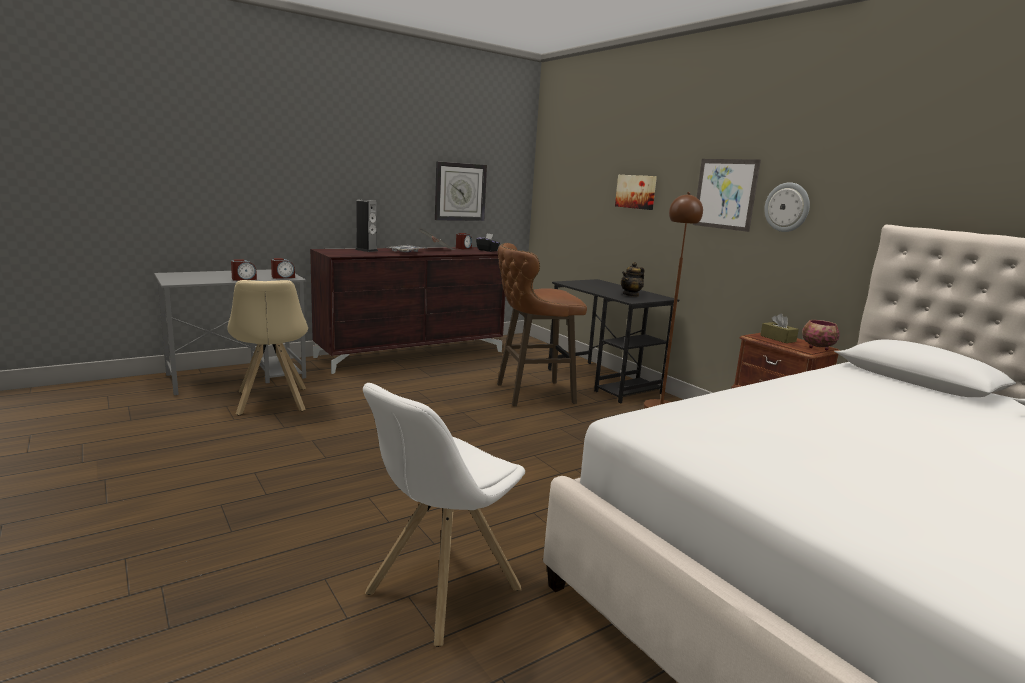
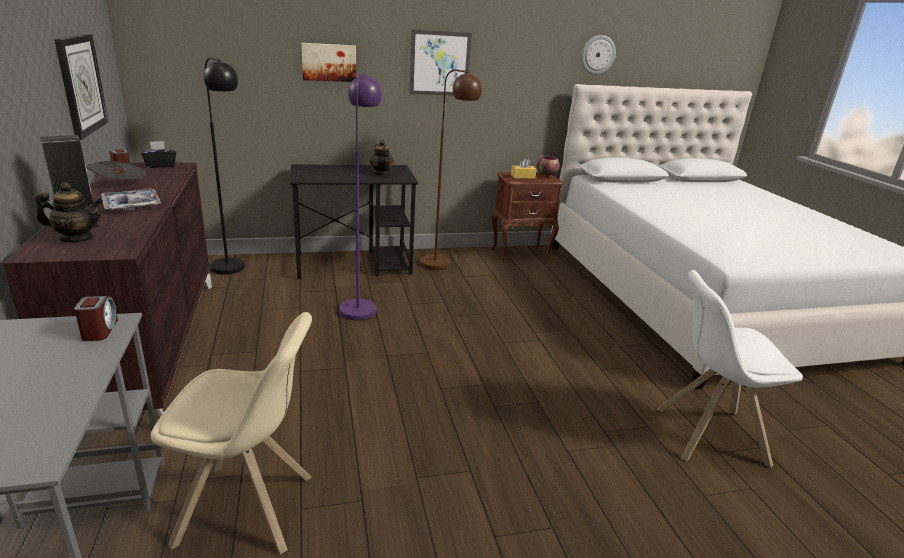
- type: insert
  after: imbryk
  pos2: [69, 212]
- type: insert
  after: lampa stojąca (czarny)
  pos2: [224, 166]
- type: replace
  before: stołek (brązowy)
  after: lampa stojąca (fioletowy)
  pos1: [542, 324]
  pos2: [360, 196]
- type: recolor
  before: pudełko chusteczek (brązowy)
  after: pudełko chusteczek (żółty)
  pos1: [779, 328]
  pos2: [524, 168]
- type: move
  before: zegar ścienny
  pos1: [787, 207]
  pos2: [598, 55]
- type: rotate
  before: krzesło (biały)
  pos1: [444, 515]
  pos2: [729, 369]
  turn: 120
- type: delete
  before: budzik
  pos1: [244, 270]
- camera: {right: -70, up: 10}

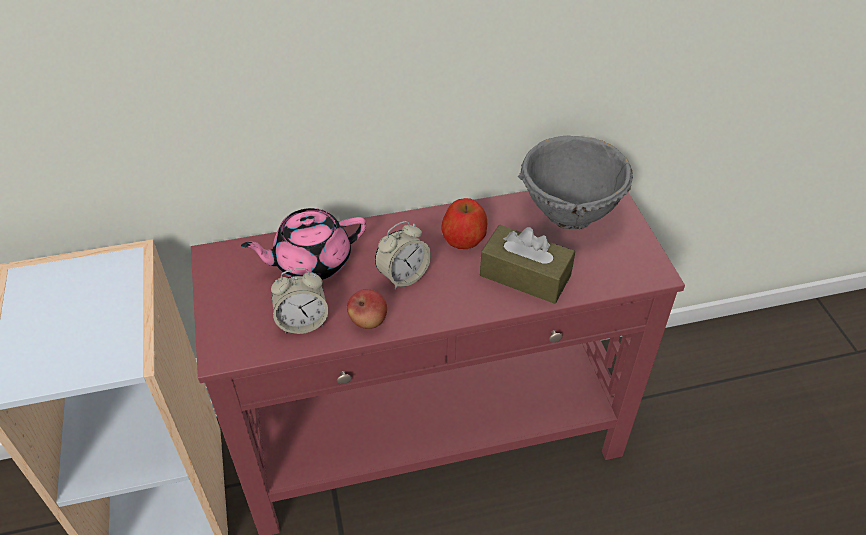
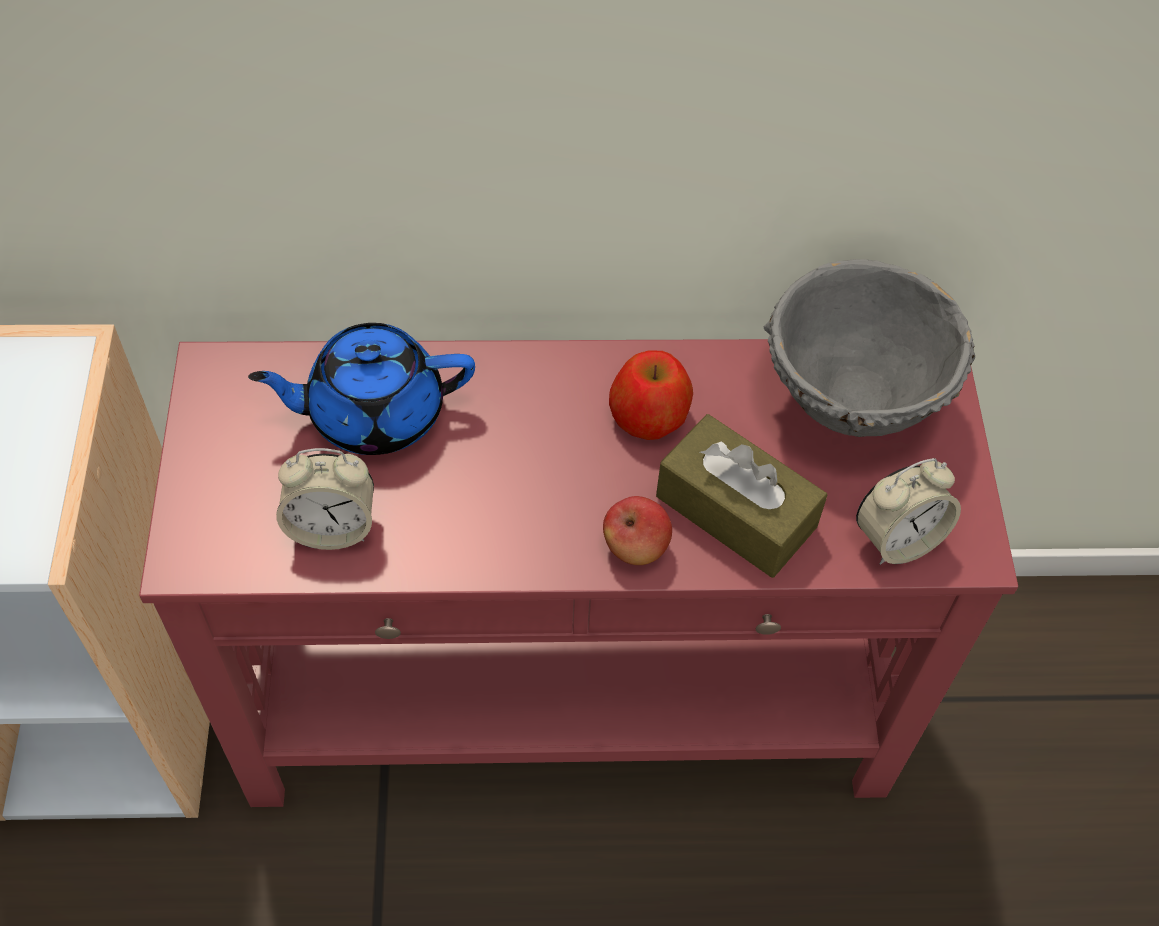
- type: recolor
  before: imbryk (różowy)
  after: imbryk (niebieski)
  pos1: [303, 244]
  pos2: [361, 389]
- type: move
  before: jabłko
  pos1: [367, 309]
  pos2: [637, 530]
- type: move
  before: budzik
  pos1: [403, 255]
  pos2: [908, 511]
- camera: {right: 10, up: 10}

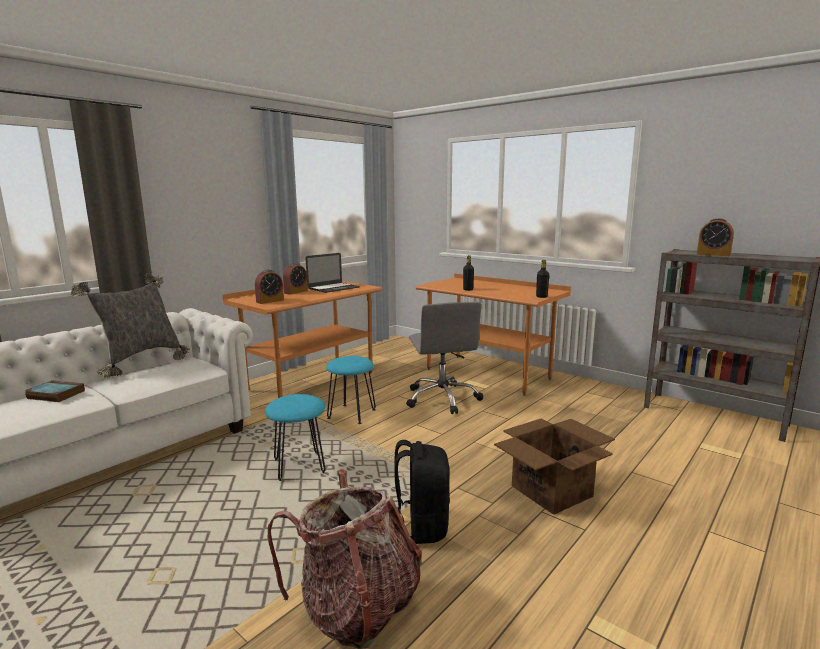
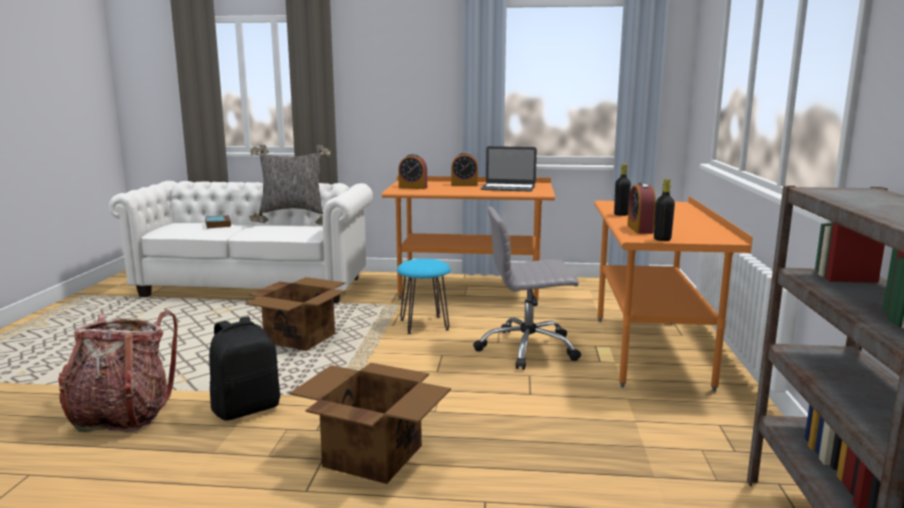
- type: replace
  before: stołek (turkusowy)
  after: karton
  pos1: [295, 437]
  pos2: [295, 314]
- type: rotate
  before: krzesło biurowe (szary)
  pos1: [445, 358]
  pos2: [527, 288]
  turn: 45
- type: move
  before: budzik
  pos1: [715, 237]
  pos2: [641, 208]
- camera: {right: 55, up: 0}

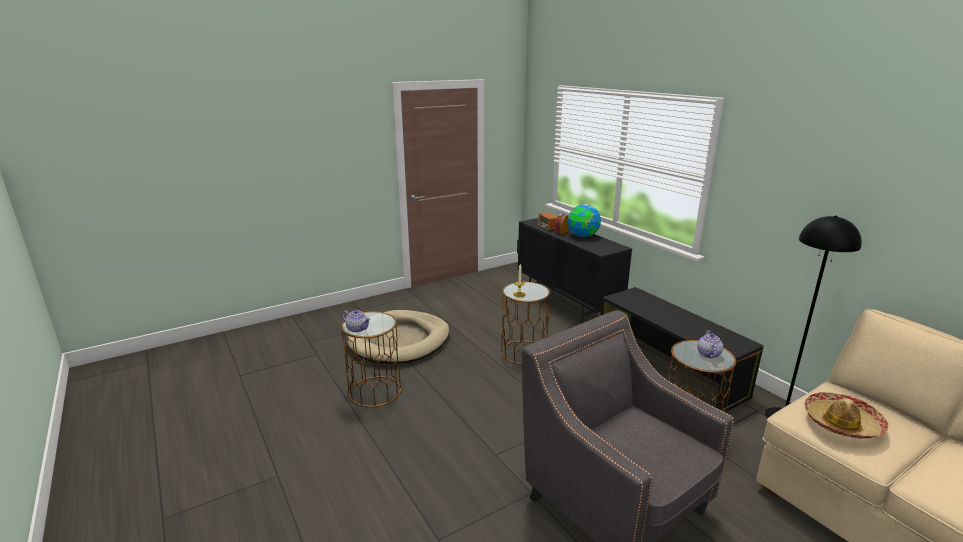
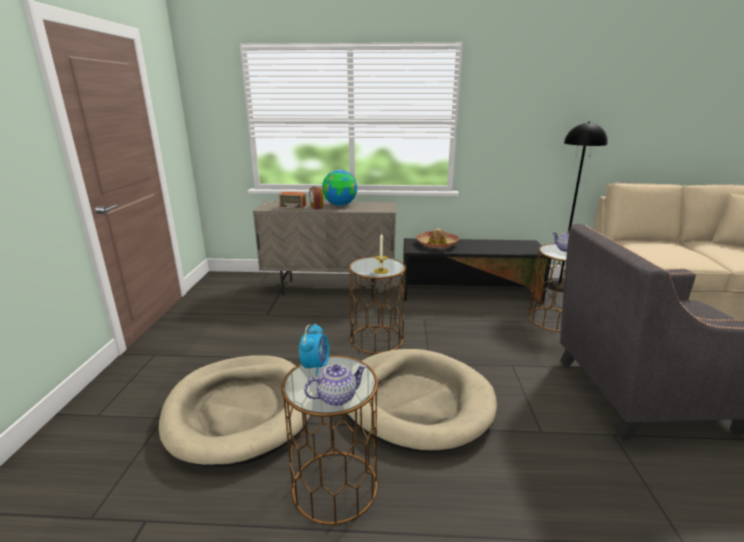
- type: recolor
  before: szafka (czarny)
  after: szafka (beżowy)
  pos1: [574, 271]
  pos2: [324, 249]
- type: insert
  after: budzik
  pos2: [314, 349]
- type: insert
  after: legowisko (beżowy)
  pos2: [421, 401]
- type: move
  before: kapelusz
  pos1: [846, 415]
  pos2: [438, 238]
- camera: {right: -55, up: 0}

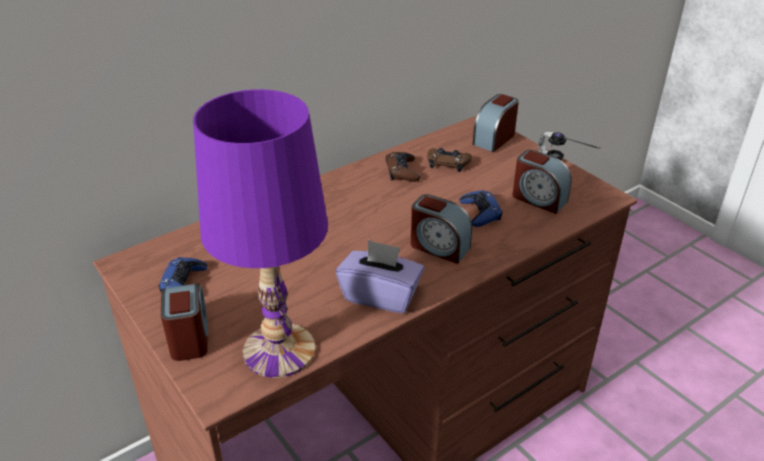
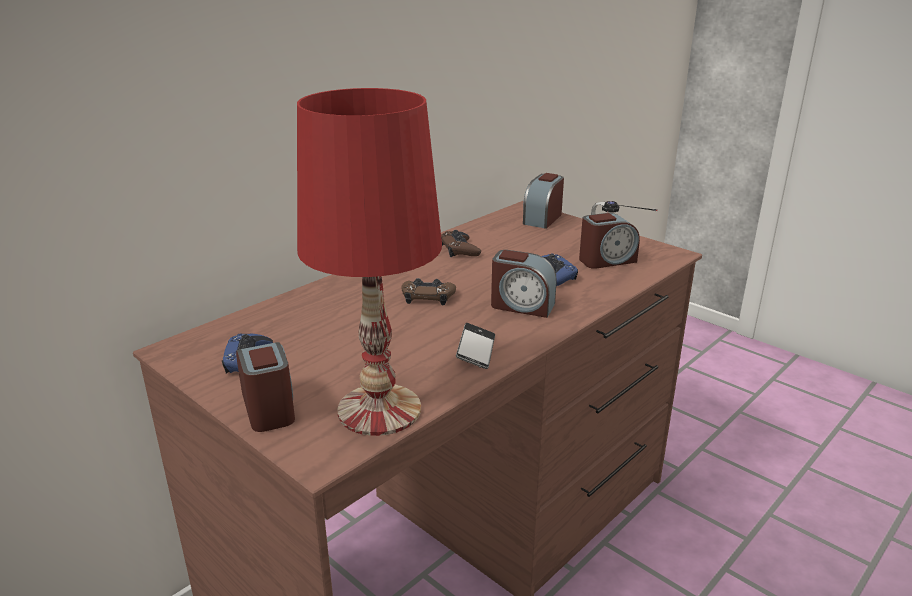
- type: recolor
  before: lampa stołowa (fioletowy)
  after: lampa stołowa (czerwony)
  pos1: [260, 233]
  pos2: [369, 262]
- type: move
  before: pad do gier (brązowy)
  pos1: [449, 160]
  pos2: [428, 291]
- type: replace
  before: pudełko chusteczek (fioletowy)
  after: telefon
  pos1: [380, 276]
  pos2: [475, 346]
- type: rotate
  before: budzik
  pos1: [542, 181]
  pos2: [609, 241]
  turn: -45
- camera: {right: -10, up: -10}

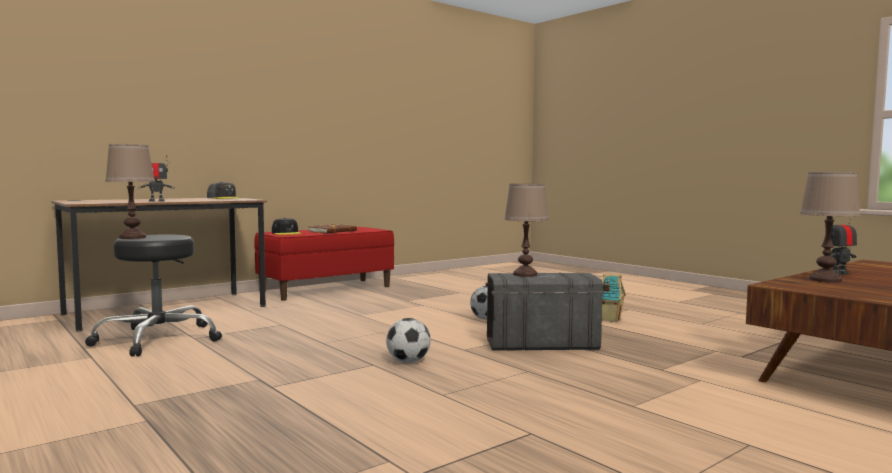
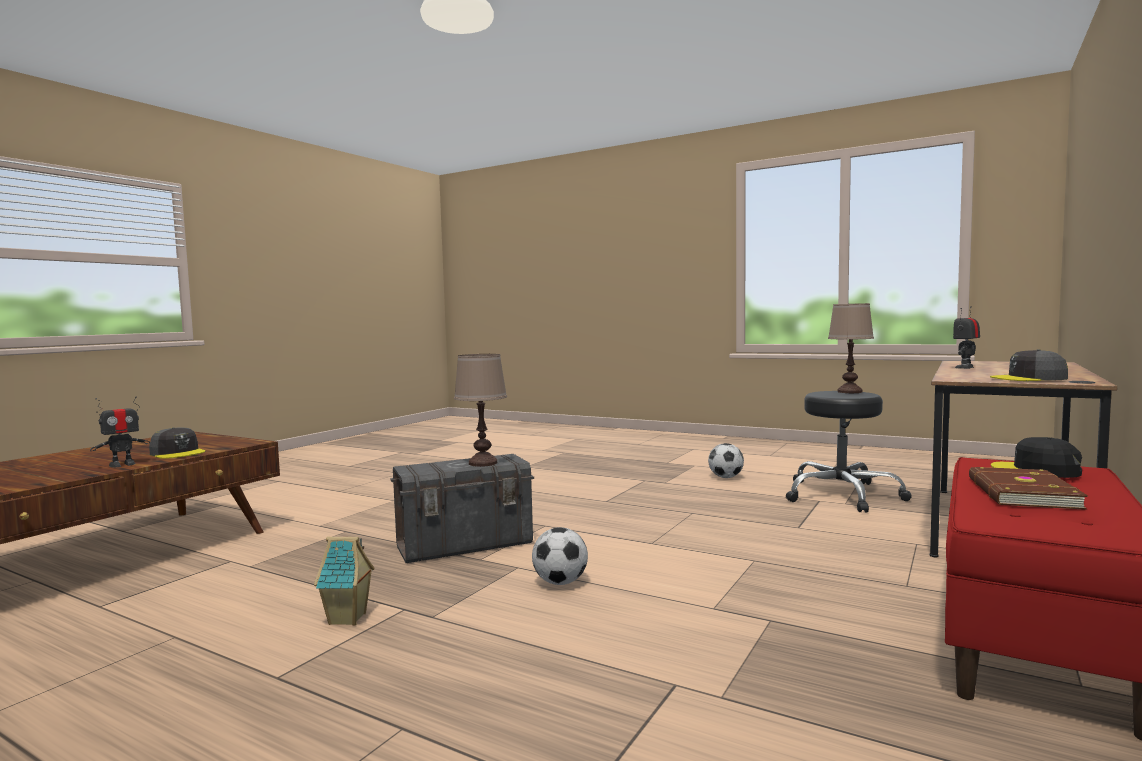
- type: replace
  before: lampa stołowa (brązowy)
  after: czapka z daszkiem (szary)
  pos1: [830, 227]
  pos2: [177, 443]
- type: move
  before: piłka futbolowa
  pos1: [408, 340]
  pos2: [726, 460]
- camera: {right: 160, up: 0}

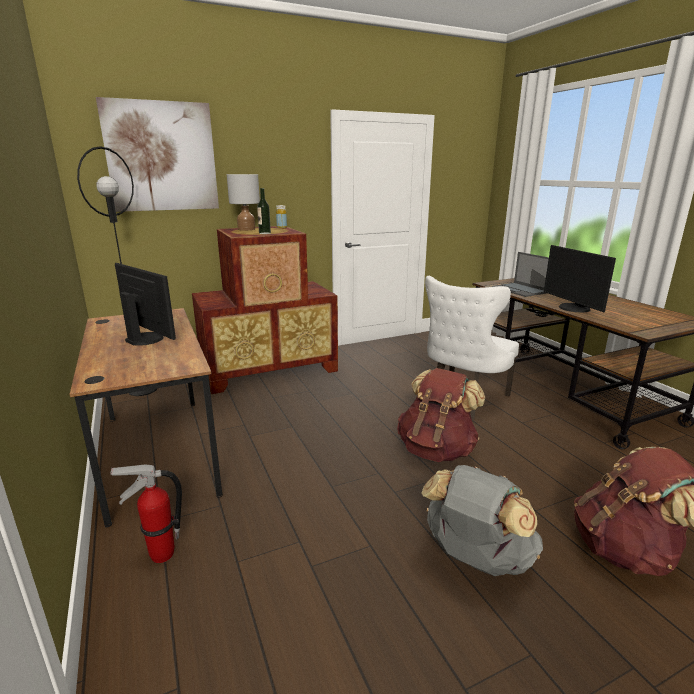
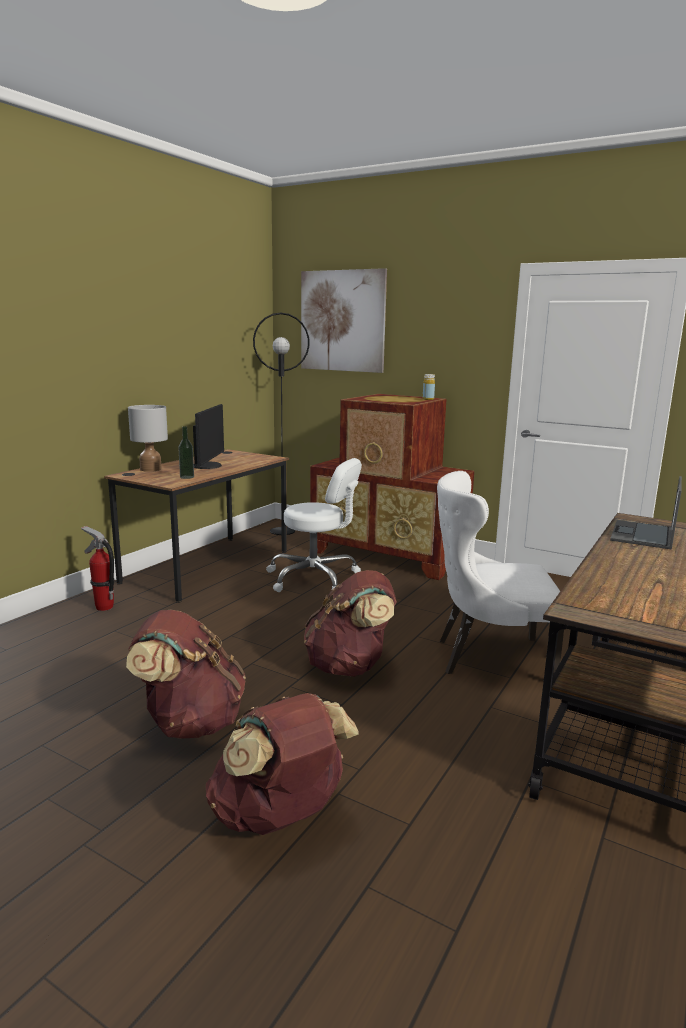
- type: recolor
  before: plecak (szary)
  after: plecak (brązowy)
  pos1: [482, 520]
  pos2: [186, 674]
- type: move
  before: lampa stołowa (szary)
  pos1: [243, 202]
  pos2: [148, 438]
- type: move
  before: butelka
  pos1: [264, 211]
  pos2: [186, 452]
- type: insert
  after: krzesło biurowe (biały)
  pos2: [314, 525]
- type: delete
  before: monitor
  pos1: [580, 279]
- camera: {right: 55, up: -5}

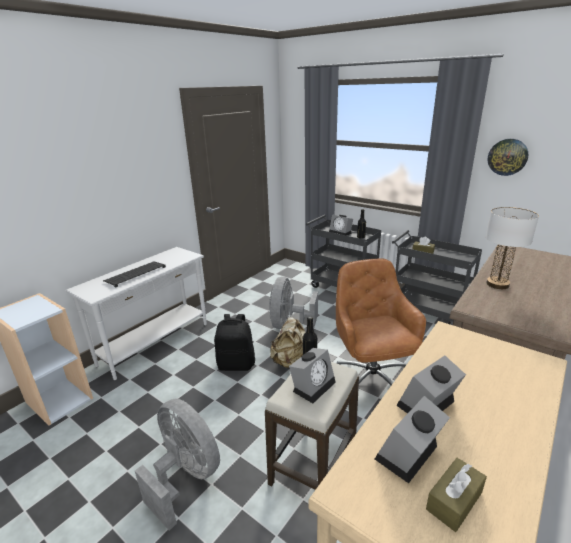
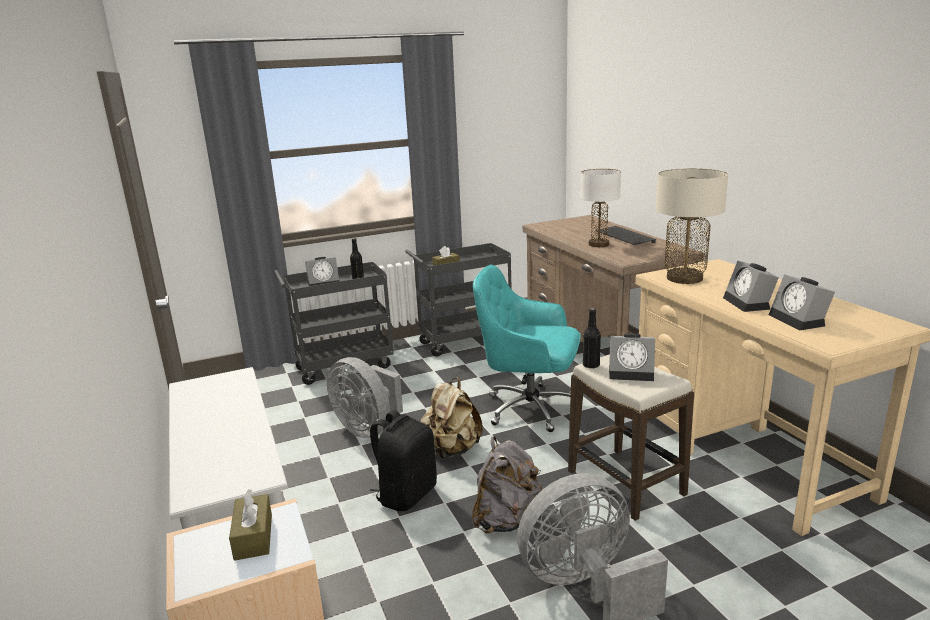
- type: move
  before: pudełko chusteczek (brązowy)
  pos1: [456, 495]
  pos2: [250, 525]
- type: insert
  after: plecak (szary)
  pos2: [507, 485]
- type: recolor
  before: krzesło biurowe (brązowy)
  after: krzesło biurowe (turkusowy)
  pos1: [381, 321]
  pos2: [527, 348]
- type: move
  before: klawiatura
  pos1: [134, 274]
  pos2: [625, 235]
- type: rotate
  before: budzik
  pos1: [312, 375]
  pos2: [632, 357]
  turn: 120
- type: insert
  after: lampa stołowa
  pos2: [691, 226]
- type: delete
  before: zegar ścienny
  pos1: [508, 157]
- camera: {right: -60, up: -5}

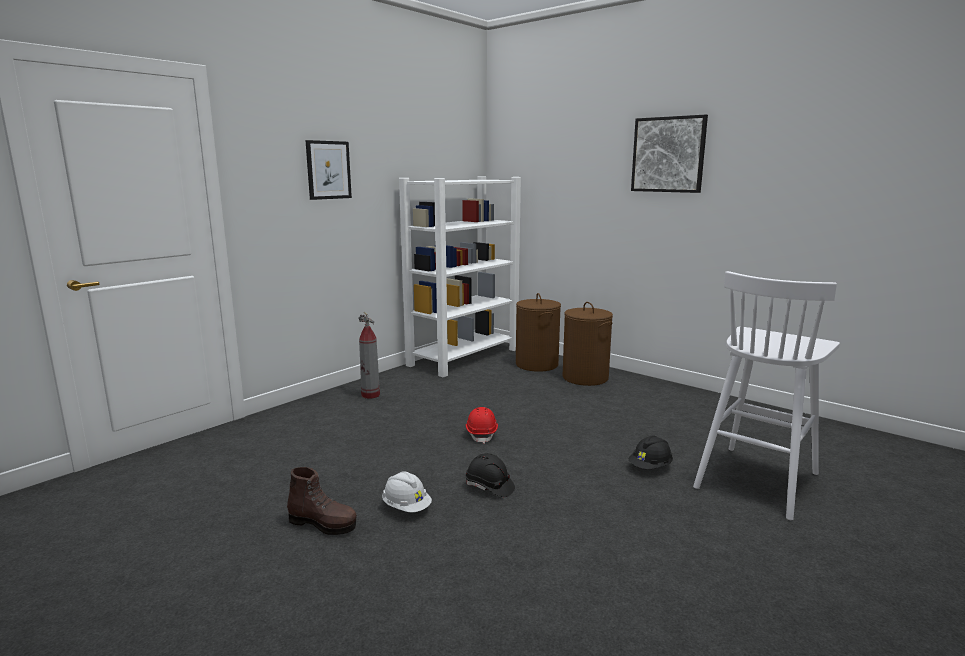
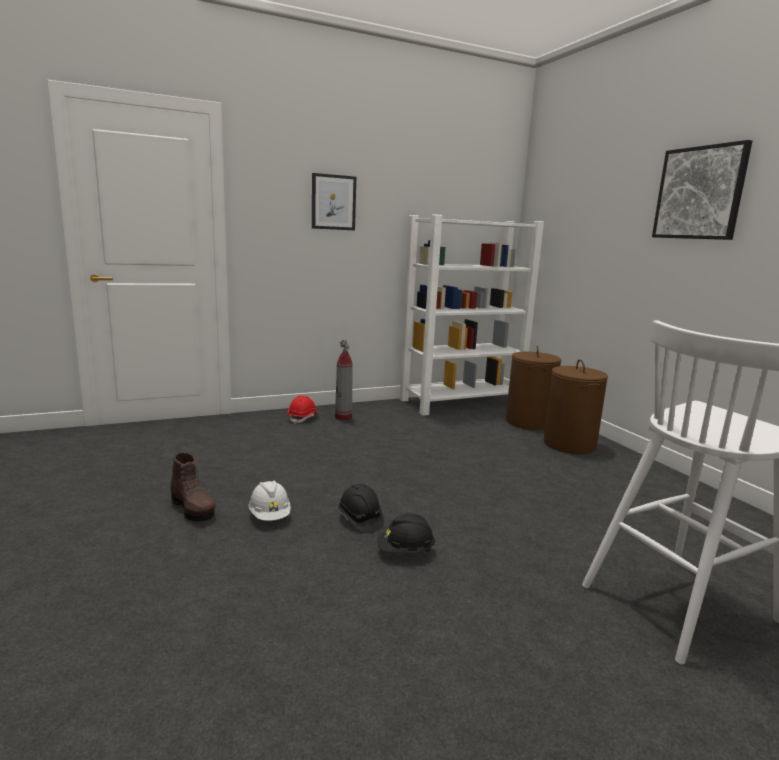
- type: move
  before: kask (czerwony)
  pos1: [482, 425]
  pos2: [303, 410]
- type: move
  before: kask (czarny)
  pos1: [651, 452]
  pos2: [406, 533]
- camera: {right: 25, up: 0}

